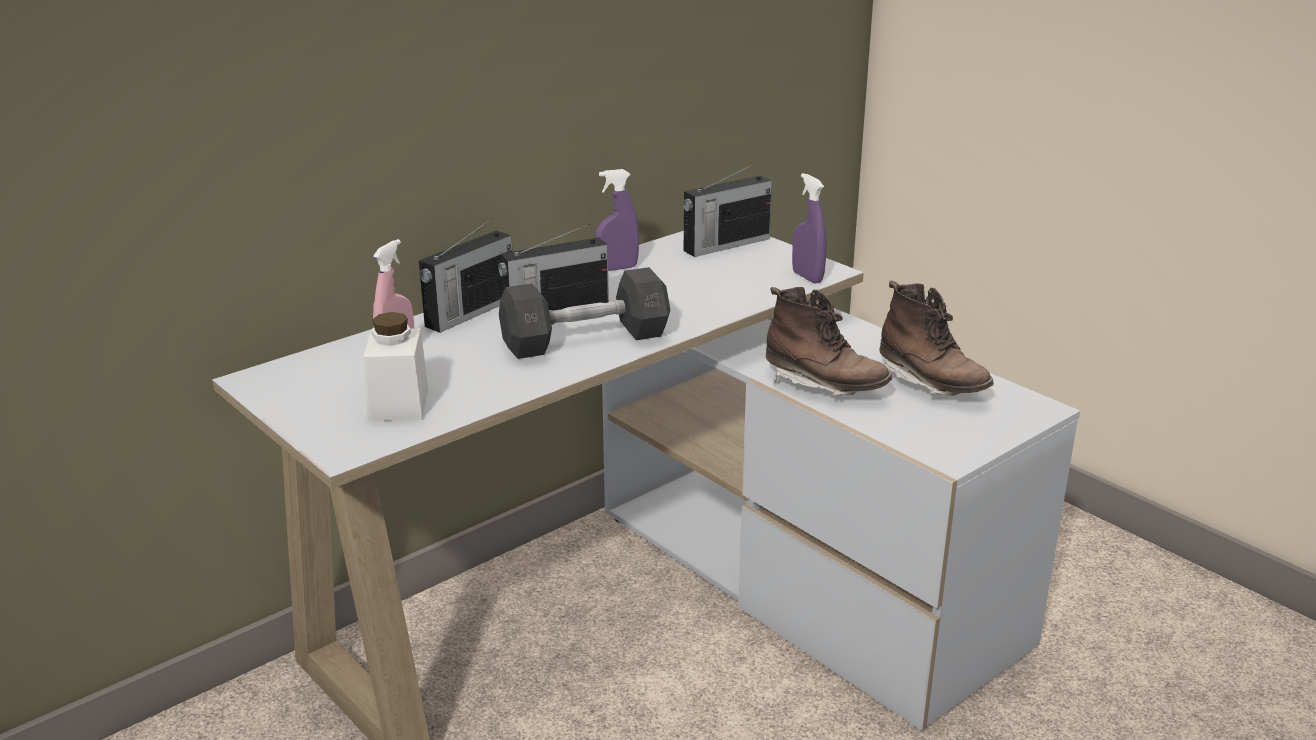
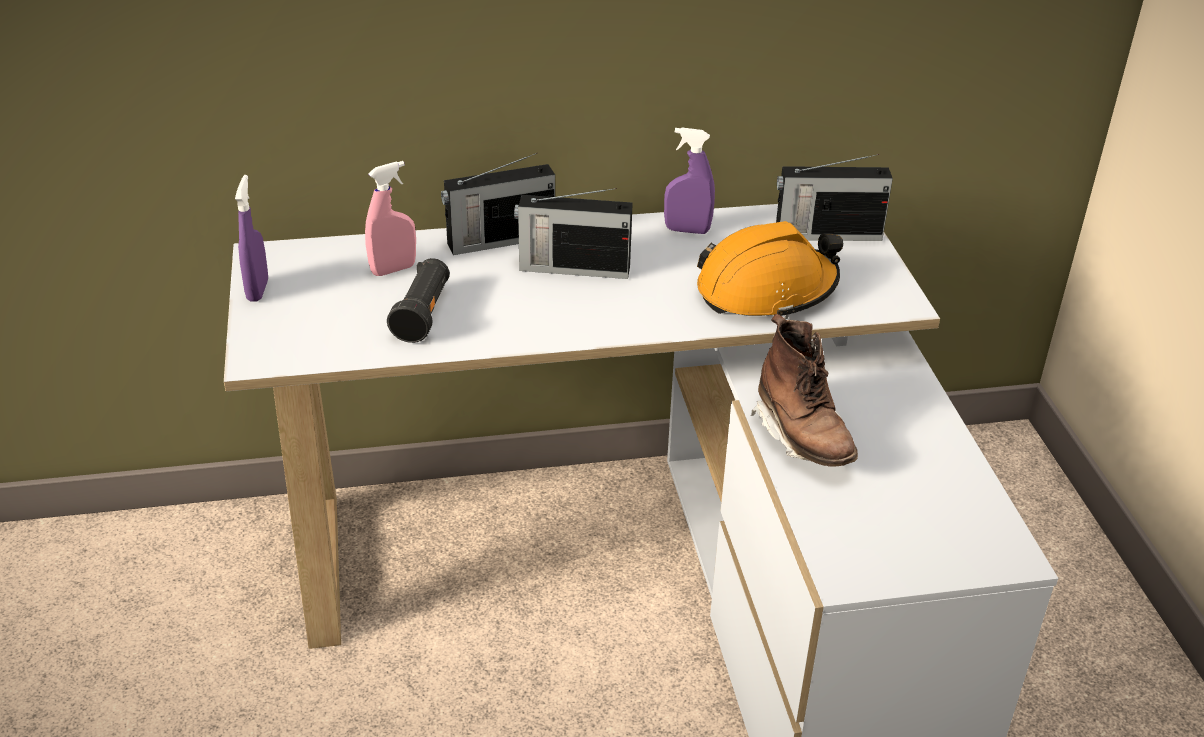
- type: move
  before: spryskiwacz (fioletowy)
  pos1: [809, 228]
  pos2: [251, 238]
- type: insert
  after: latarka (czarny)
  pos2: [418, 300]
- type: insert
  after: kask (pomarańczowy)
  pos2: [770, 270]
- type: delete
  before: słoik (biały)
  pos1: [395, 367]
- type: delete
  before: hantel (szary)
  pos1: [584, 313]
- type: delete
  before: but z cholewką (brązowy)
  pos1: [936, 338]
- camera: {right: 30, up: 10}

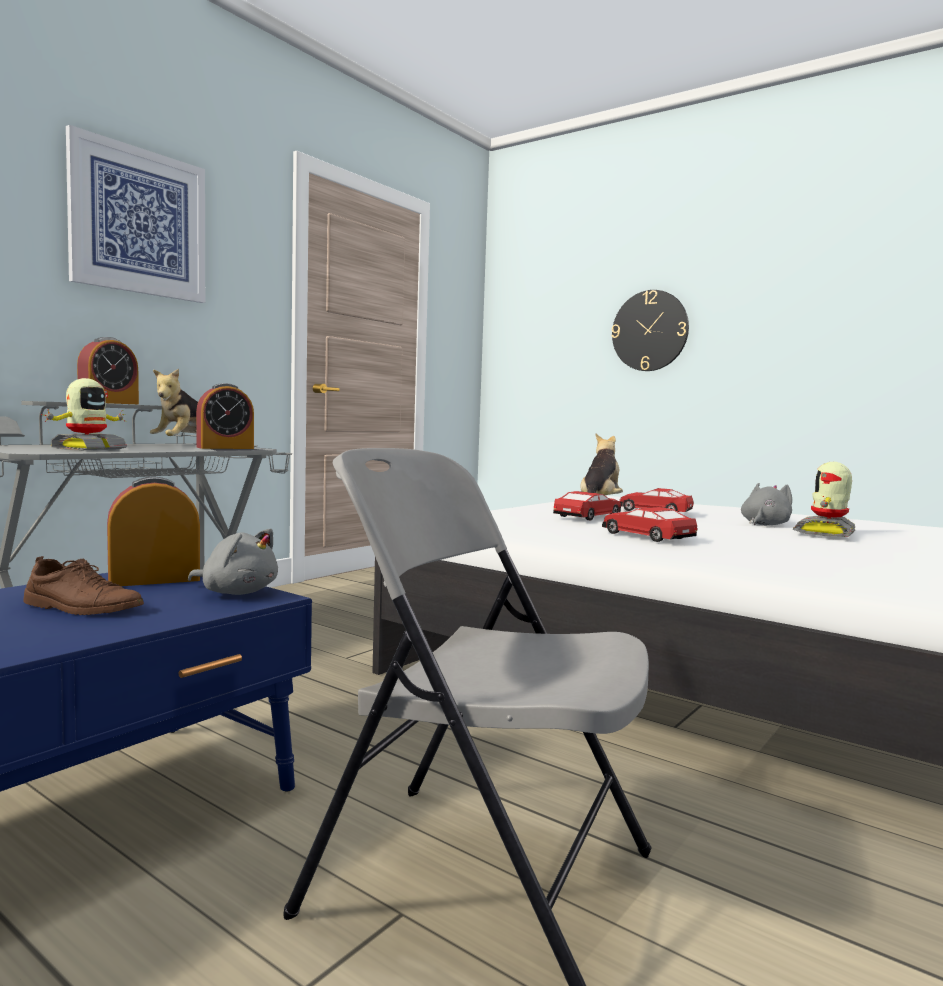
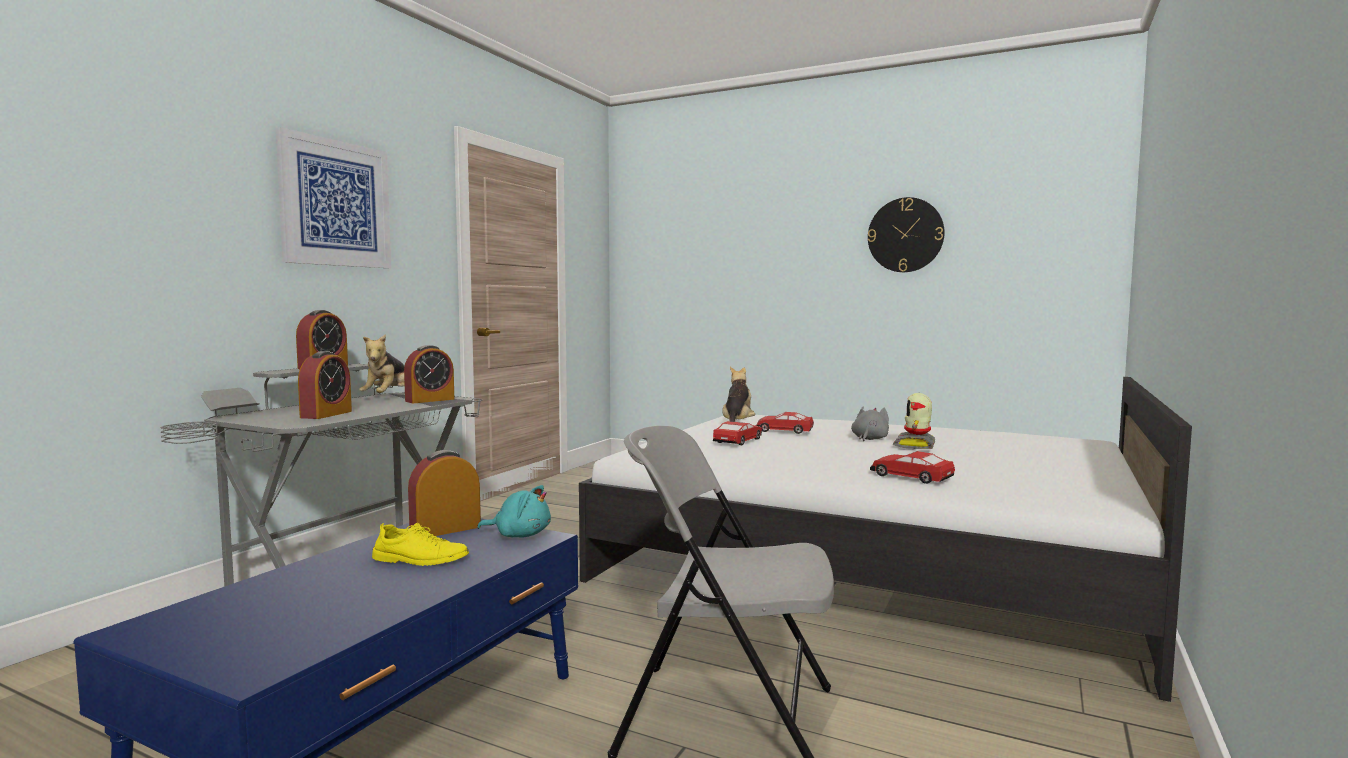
- type: replace
  before: robot zabawkowy
  after: budzik
  pos1: [84, 414]
  pos2: [325, 385]
- type: recolor
  before: but (brązowy)
  after: but (żółty)
  pos1: [83, 585]
  pos2: [420, 544]
- type: recolor
  before: pluszak (szary)
  after: pluszak (turkusowy)
  pos1: [233, 562]
  pos2: [514, 511]
- type: move
  before: zegar ścienny
  pos1: [650, 330]
  pos2: [906, 234]
- type: move
  before: samochodzik
  pos1: [649, 524]
  pos2: [912, 467]
- camera: {right: -10, up: 0}

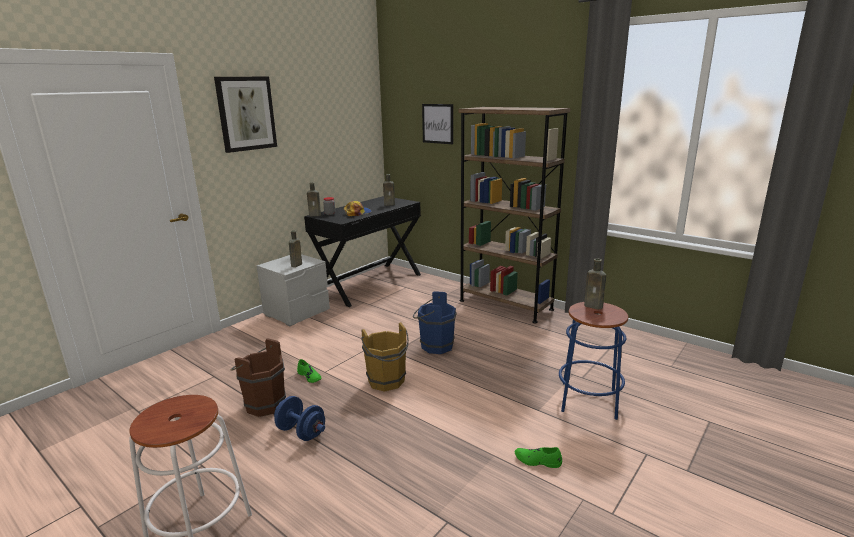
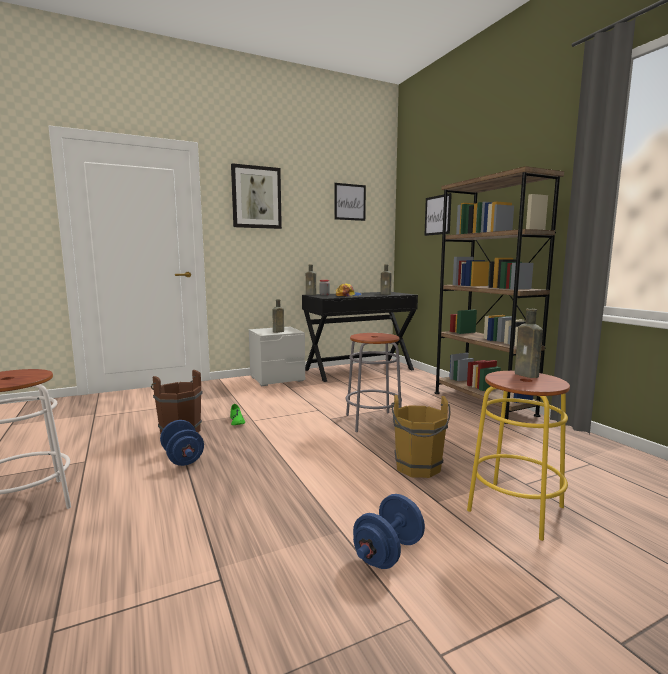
- type: insert
  after: obraz
  pos2: [350, 202]
- type: replace
  before: wiadro (niebieski)
  after: stołek (szary)
  pos1: [434, 322]
  pos2: [373, 382]
- type: replace
  before: but (zielony)
  after: hantel (niebieski)
  pos1: [538, 457]
  pos2: [389, 531]
- type: move
  before: wiadro (brązowy)
  pos1: [385, 356]
  pos2: [421, 436]
- type: recolor
  before: stołek (niebieski)
  after: stołek (żółty)
  pos1: [593, 361]
  pos2: [518, 456]
- camera: {right: 25, up: -10}

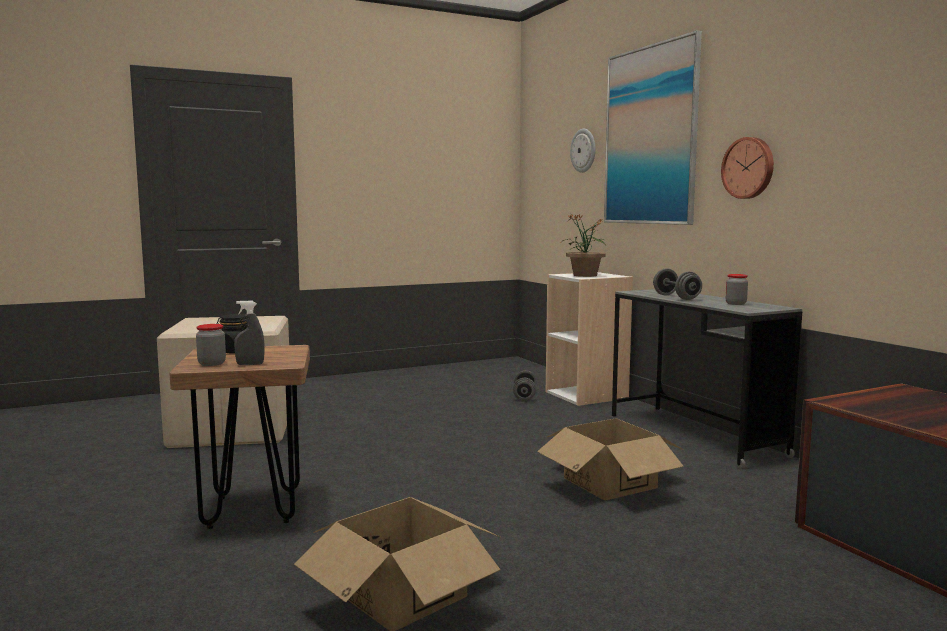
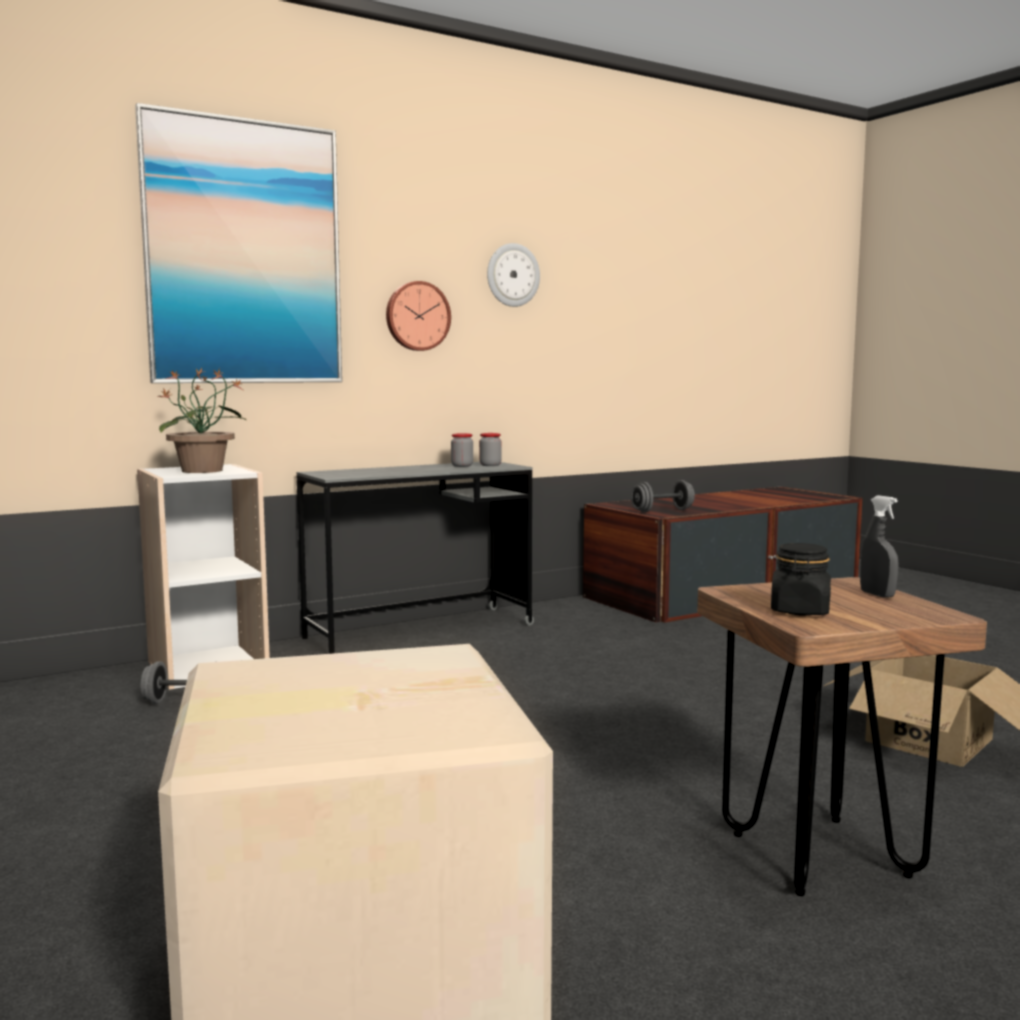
- type: move
  before: słoik
  pos1: [211, 345]
  pos2: [490, 449]
- type: move
  before: zegar ścienny
  pos1: [583, 151]
  pos2: [513, 275]
- type: move
  before: hantel (szary)
  pos1: [677, 284]
  pos2: [663, 496]
- type: delete
  before: karton
  pos1: [610, 459]
- camera: {right: -95, up: 0}

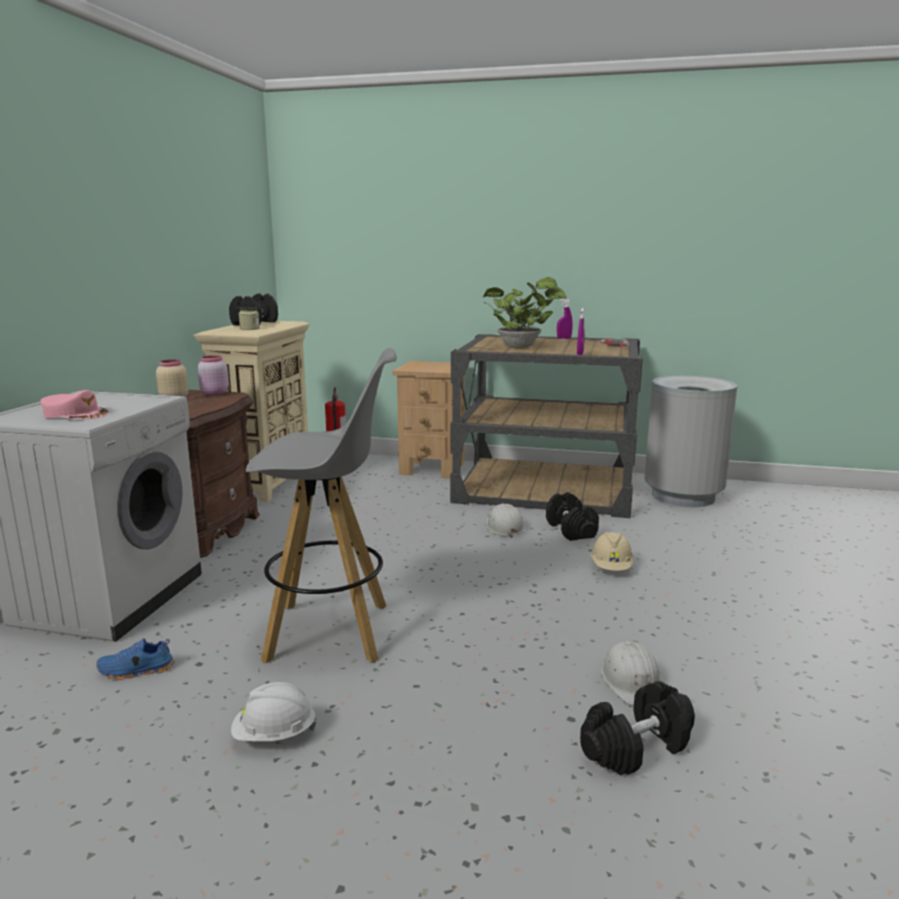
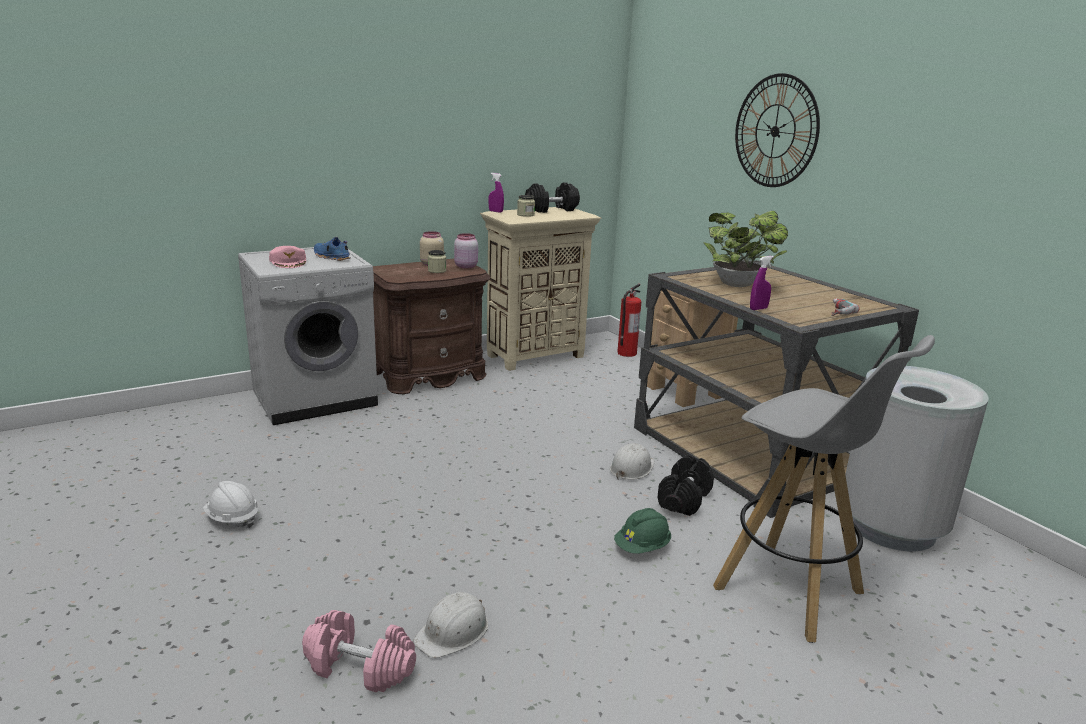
- type: recolor
  before: hantel (czarny)
  after: hantel (różowy)
  pos1: [637, 728]
  pos2: [359, 651]
- type: move
  before: but (niebieski)
  pos1: [135, 659]
  pos2: [332, 249]
- type: insert
  after: słoik
  pos2: [437, 261]
- type: move
  before: spryskiwacz (fioletowy)
  pos1: [565, 319]
  pos2: [496, 193]
- type: recolor
  before: kask (beżowy)
  after: kask (zielony)
  pos1: [612, 551]
  pos2: [642, 531]
- type: move
  before: stołek (szary)
  pos1: [321, 505]
  pos2: [824, 489]
- type: insert
  after: zegar ścienny
  pos2: [777, 130]
- camera: {right: 45, up: 5}

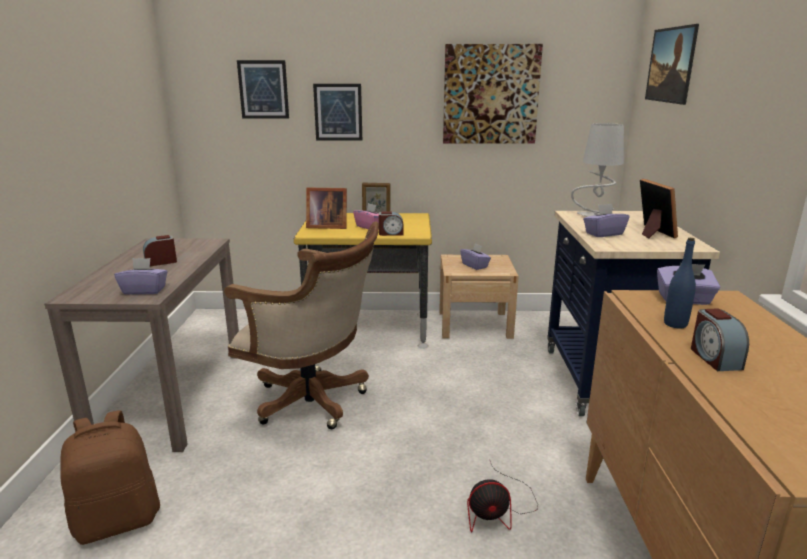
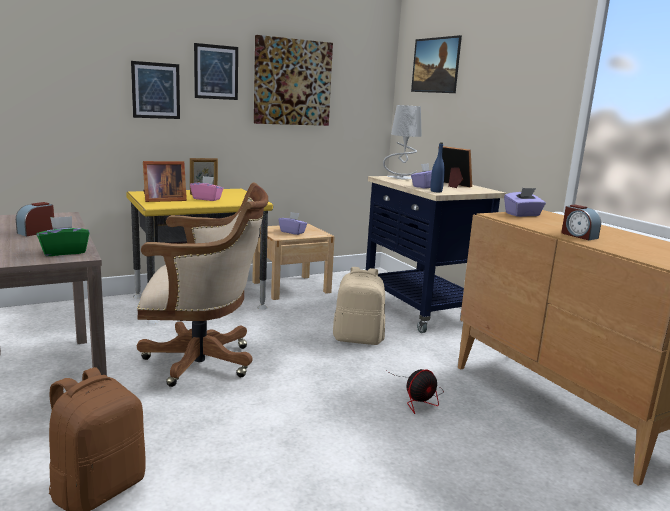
- type: recolor
  before: pudełko chusteczek (fioletowy)
  after: pudełko chusteczek (zielony)
  pos1: [141, 276]
  pos2: [63, 236]
- type: move
  before: obraz
  pos1: [263, 89]
  pos2: [216, 71]
- type: insert
  after: plecak (beżowy)
  pos2: [359, 306]
- type: move
  before: butelka (niebieski)
  pos1: [680, 283]
  pos2: [437, 167]
- type: delete
  before: budzik
  pos1: [391, 223]
- camera: {right: -30, up: -5}

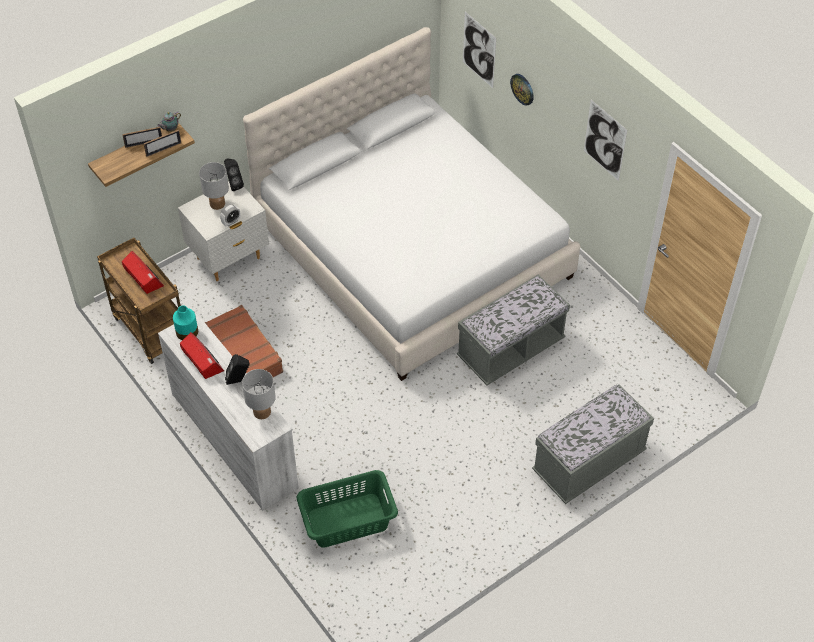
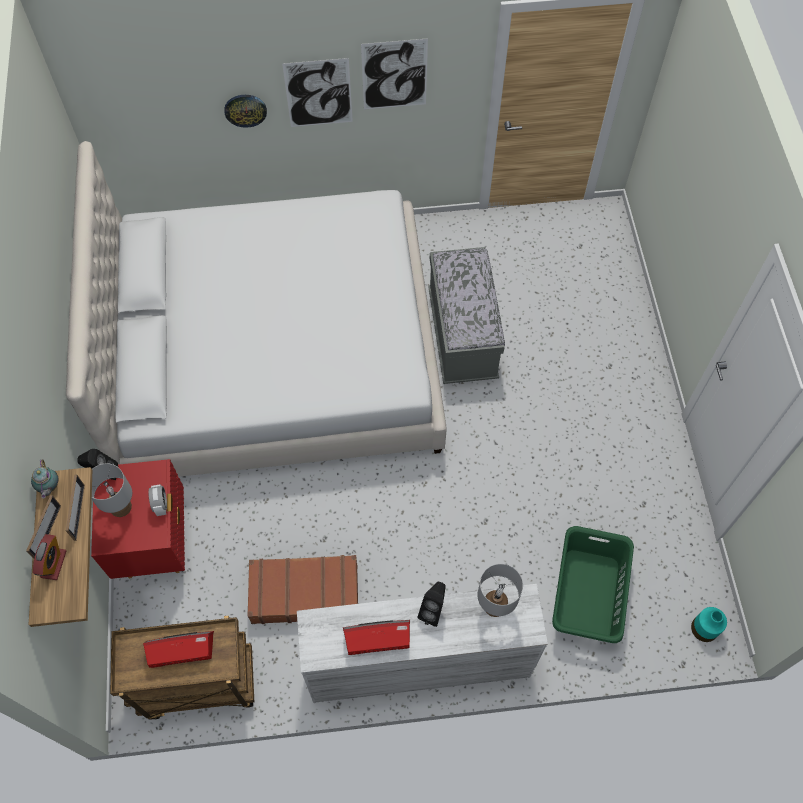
- type: insert
  after: budzik
  pos2: [49, 557]
- type: recolor
  before: szafka nocna (biały)
  after: szafka nocna (czerwony)
  pos1: [223, 231]
  pos2: [138, 519]
- type: move
  before: obraz
  pos1: [479, 50]
  pos2: [317, 92]
- type: move
  before: wazon (turkusowy)
  pos1: [185, 323]
  pos2: [709, 624]
- type: delete
  before: ławka (szary)
  pos1: [593, 444]
- camera: {right: -60, up: 10}

